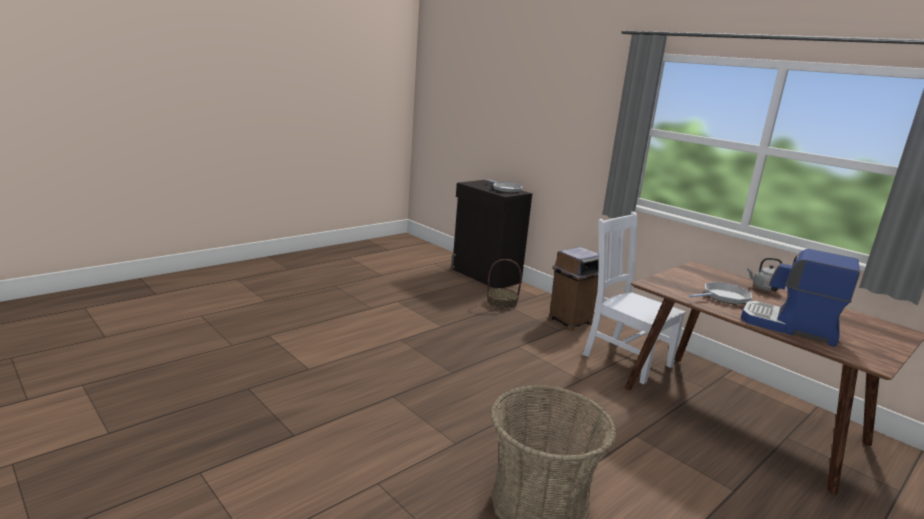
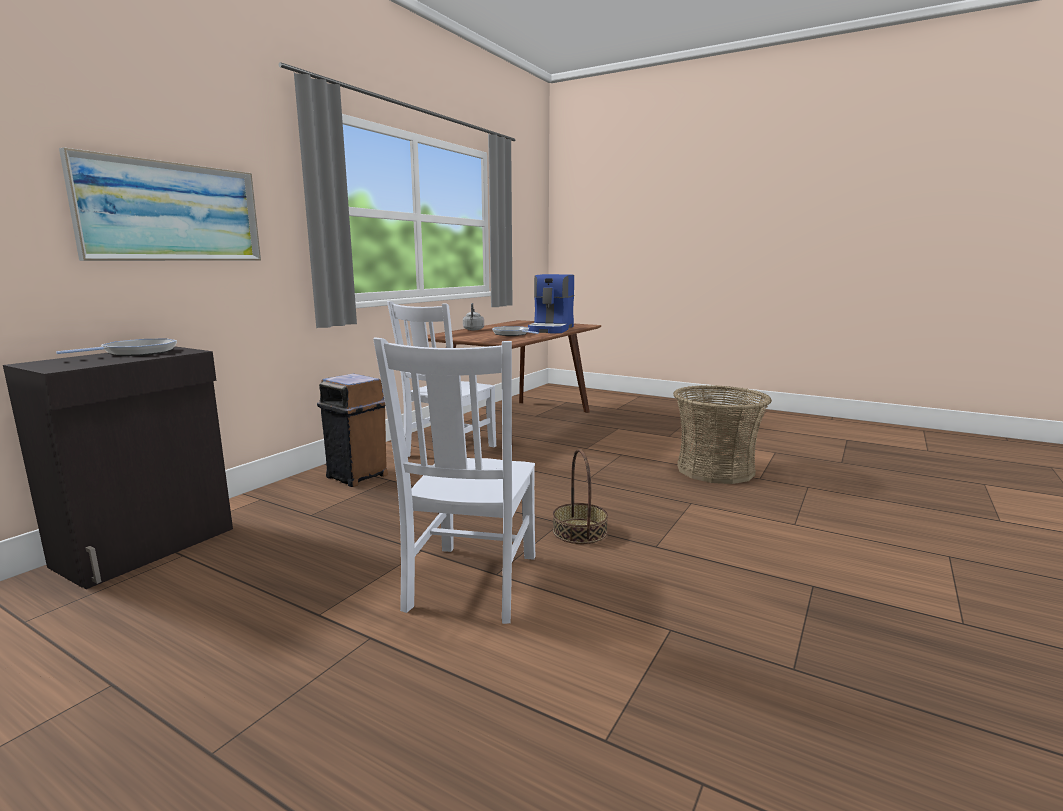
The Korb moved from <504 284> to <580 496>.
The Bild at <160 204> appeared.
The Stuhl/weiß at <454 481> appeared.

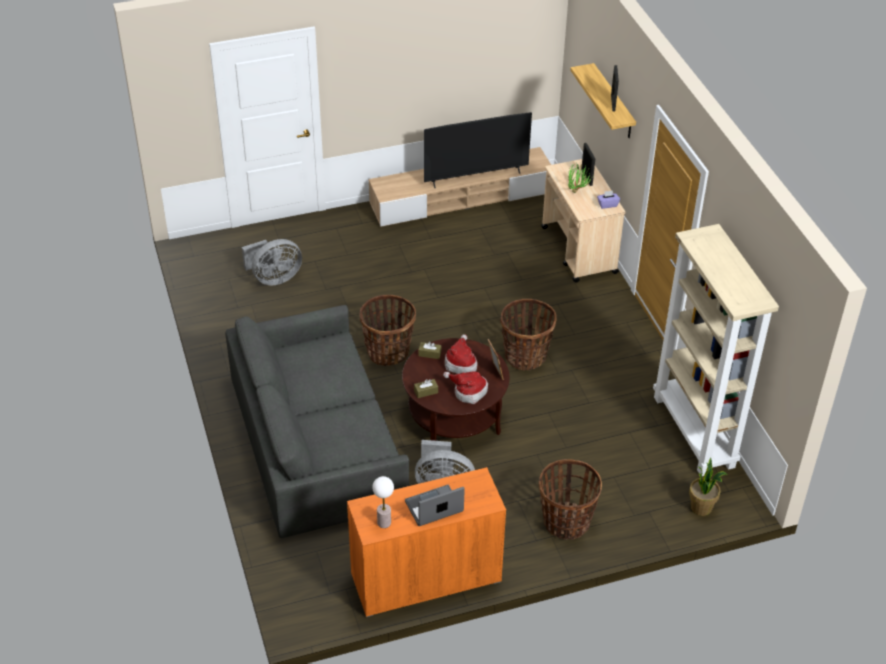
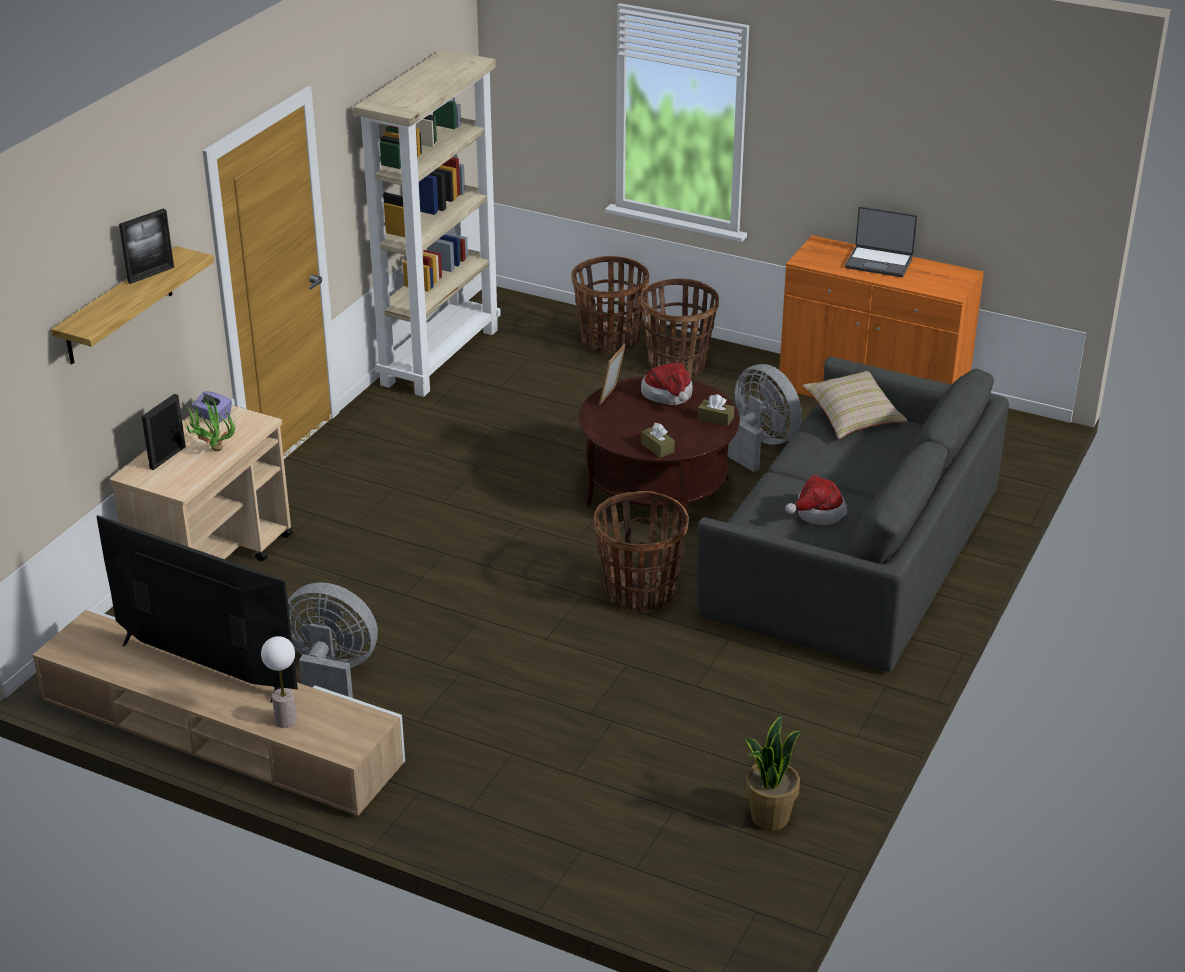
The Ventilator/grau moved from <272 262> to <333 640>.
The Tischlampe moved from <383 502> to <279 682>.
The Hut moved from <461 354> to <816 500>.
The Korb moved from <528 335> to <610 305>.
The Topfpflanze moved from <708 487> to <773 773>.
The Kissen/beige at <855 405> appeared.

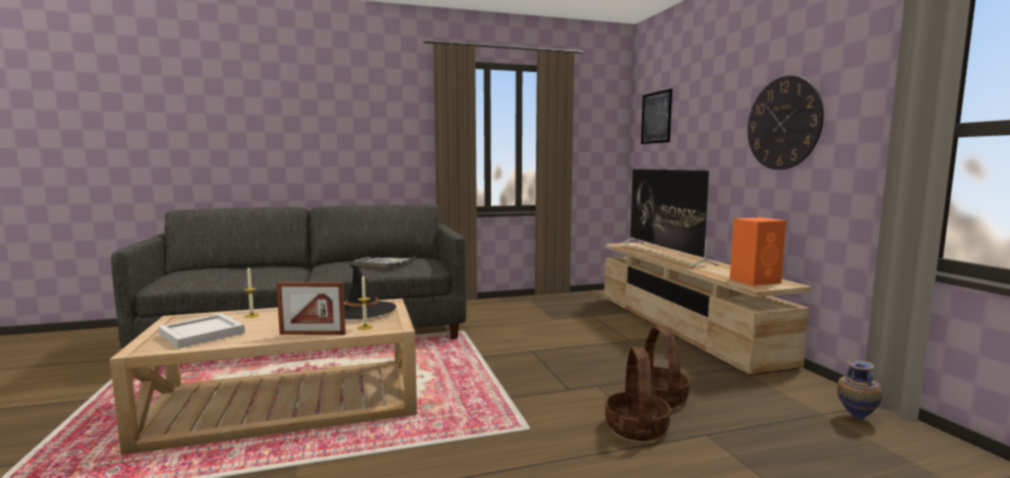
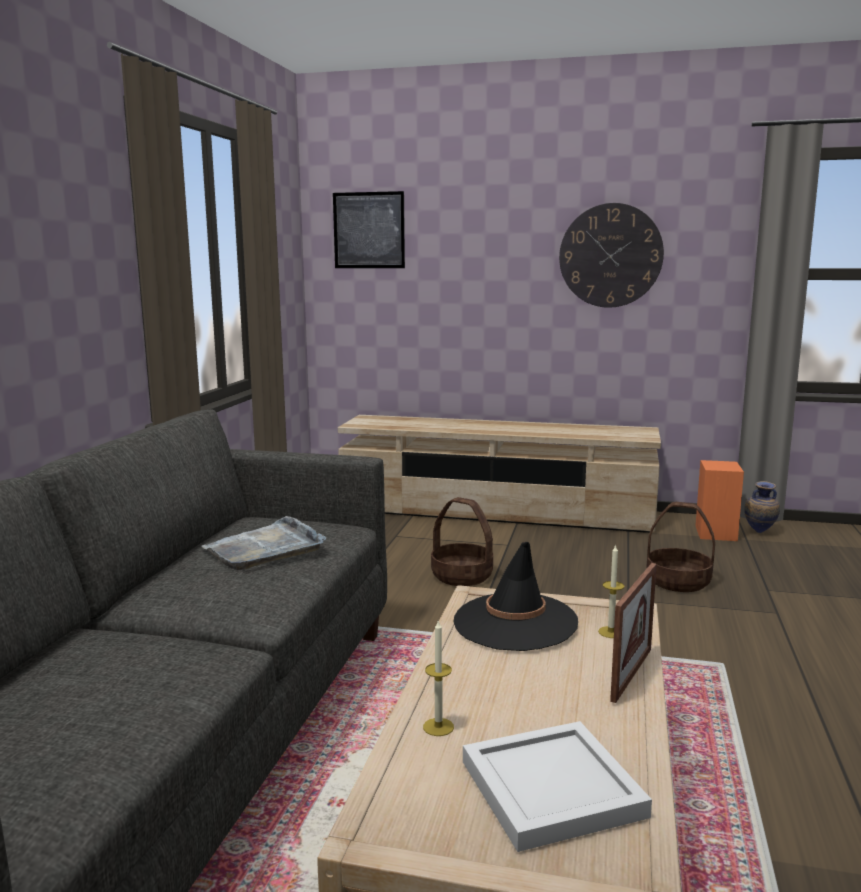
The Korb moved from <637 394> to <462 541>.
The Fernseher at <670 218> disappeared.
The Lautsprecher/orange moved from <758 251> to <719 500>.

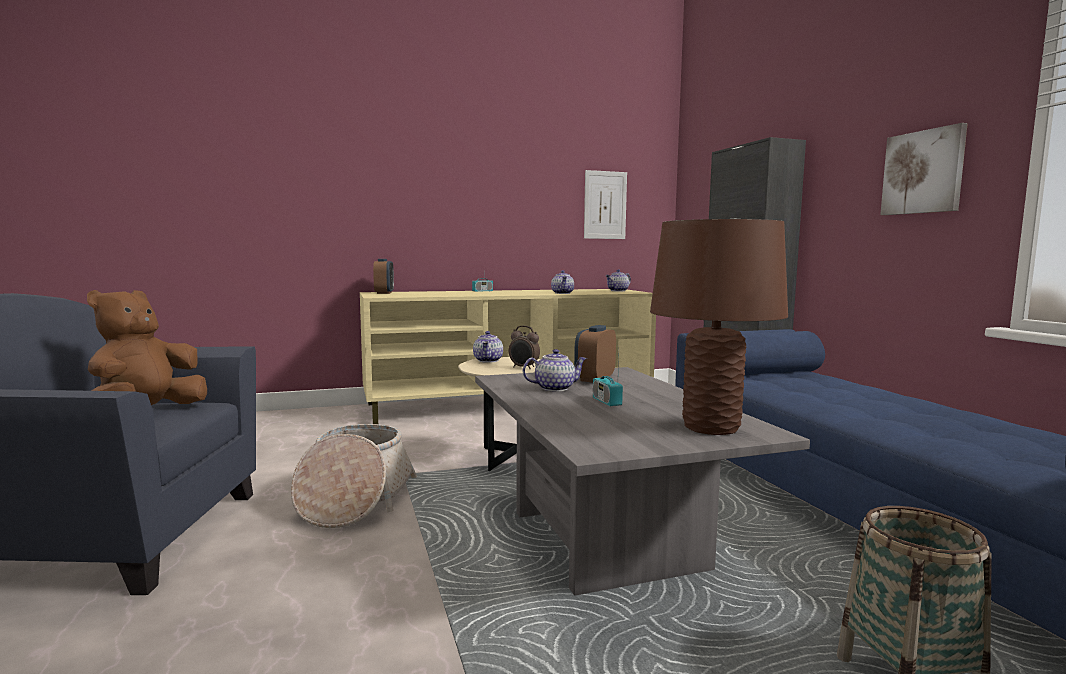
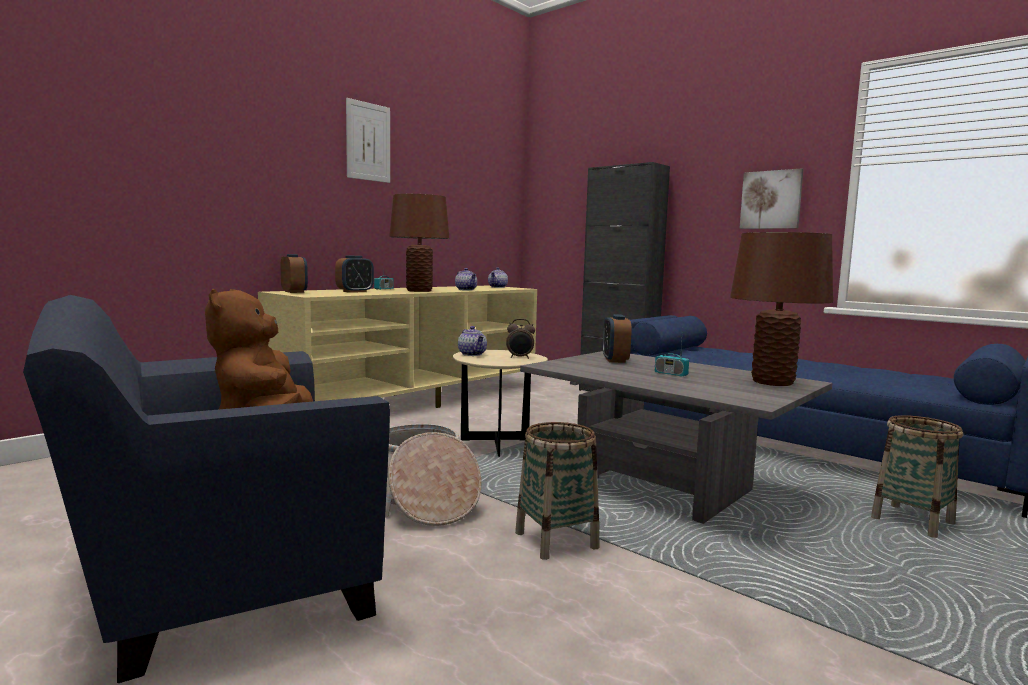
The Teekanne at <555 370> disappeared.
The Bild moved from <605 204> to <368 140>.
The Wecker at <354 274> appeared.
The Tischlampe/braun at <419 243> appeared.
The Korb at <557 491> appeared.

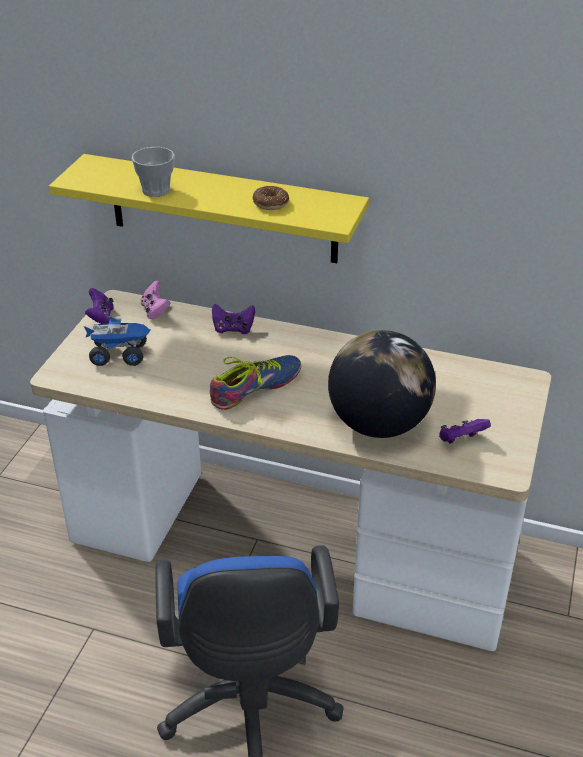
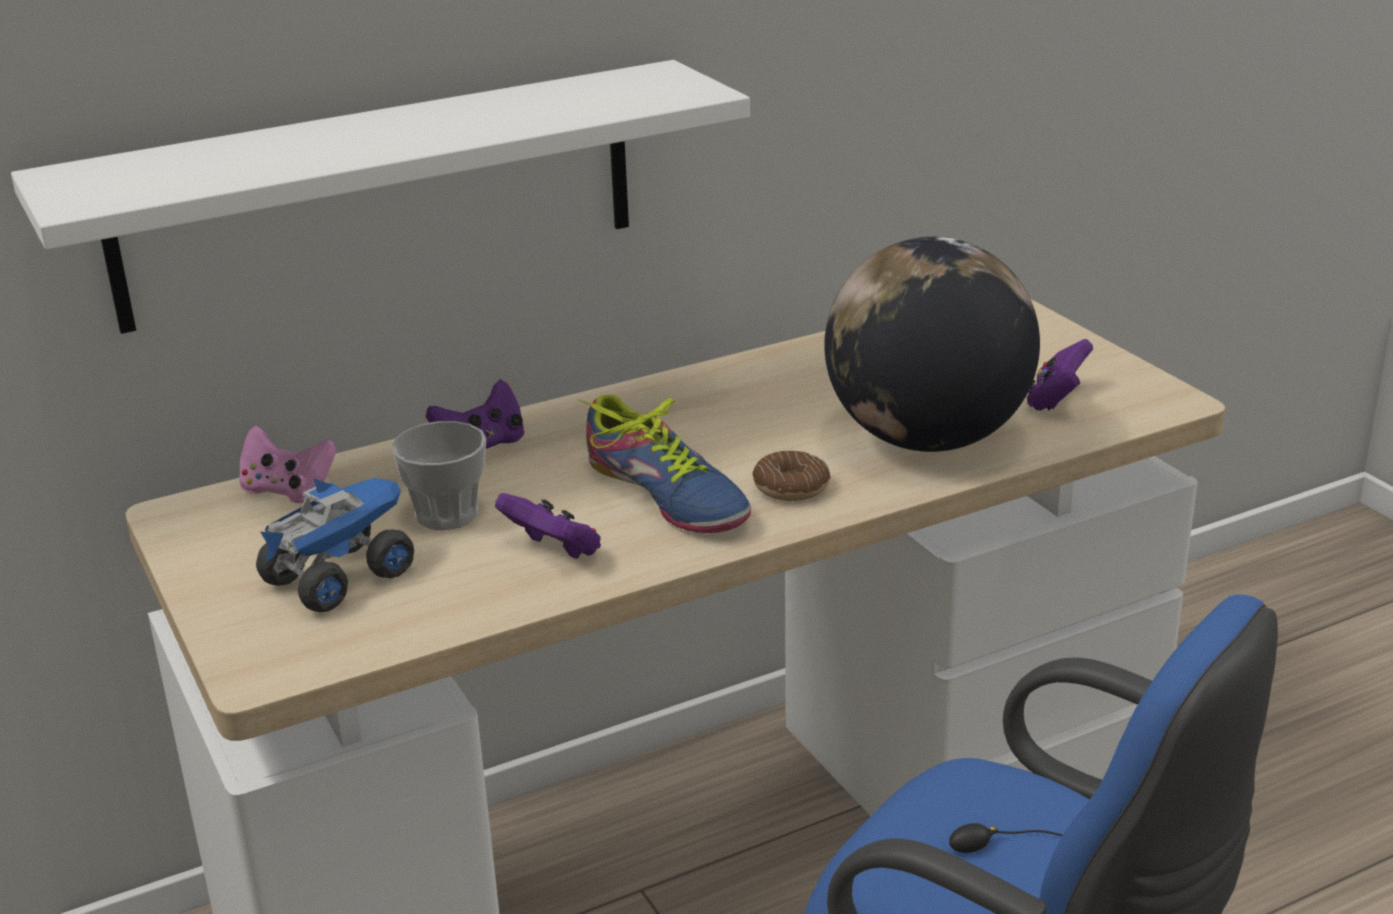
The Wandregal/gelb at <209 208> became the Wandregal/weiß at <380 197>.
The Gamepad/lila moved from <99 306> to <548 526>.
The Tasse moved from <153 172> to <438 475>.
The Schuh at <255 382> turned 135 degrees clockwise.
The Donut moved from <271 198> to <791 476>.

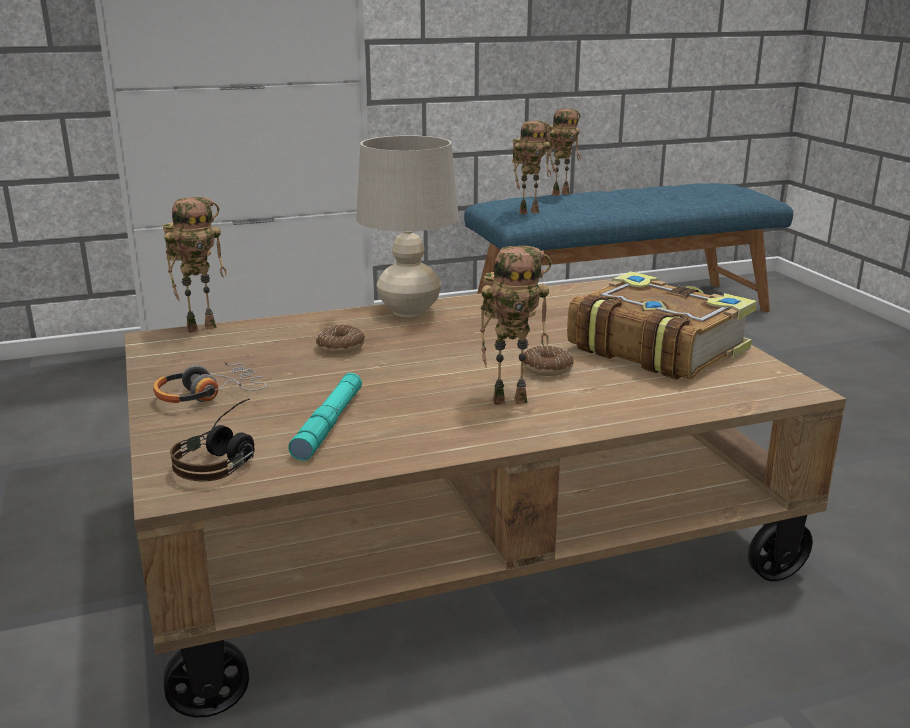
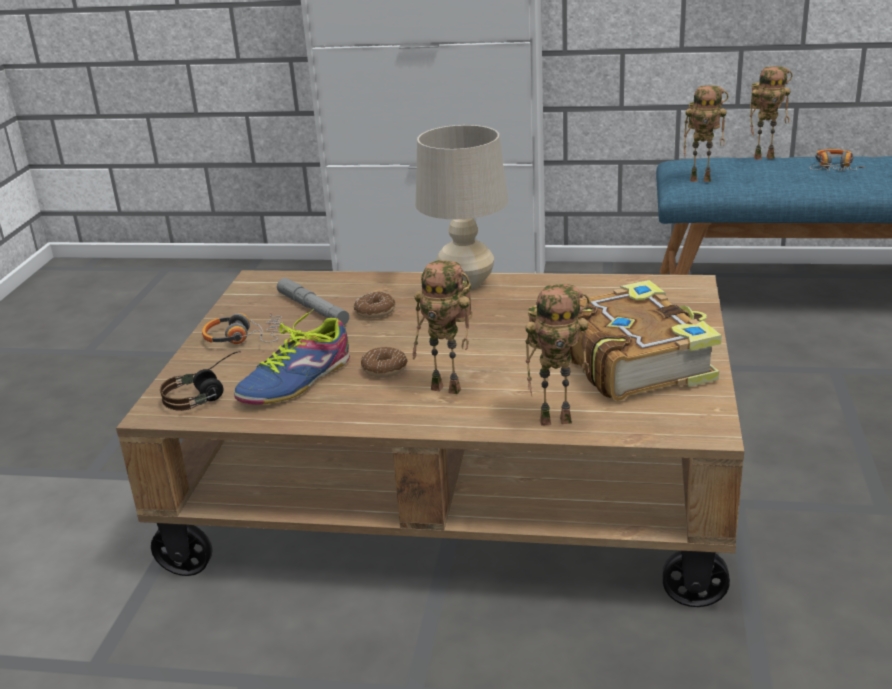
The Spielzeugroboter moved from <195 265> to <557 355>.
The Taschenlampe/türkis at <325 416> was replaced by the Schuh at <292 357>.
The Donut moved from <548 361> to <384 362>.
The Taschenlampe/grau at <313 301> appeared.
The Kopfhörer at <837 160> appeared.

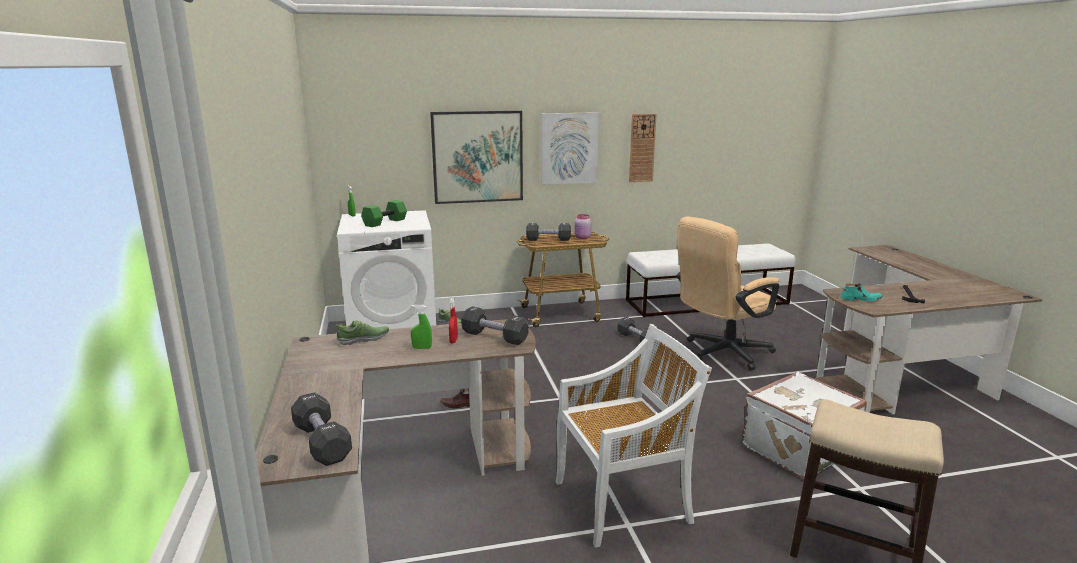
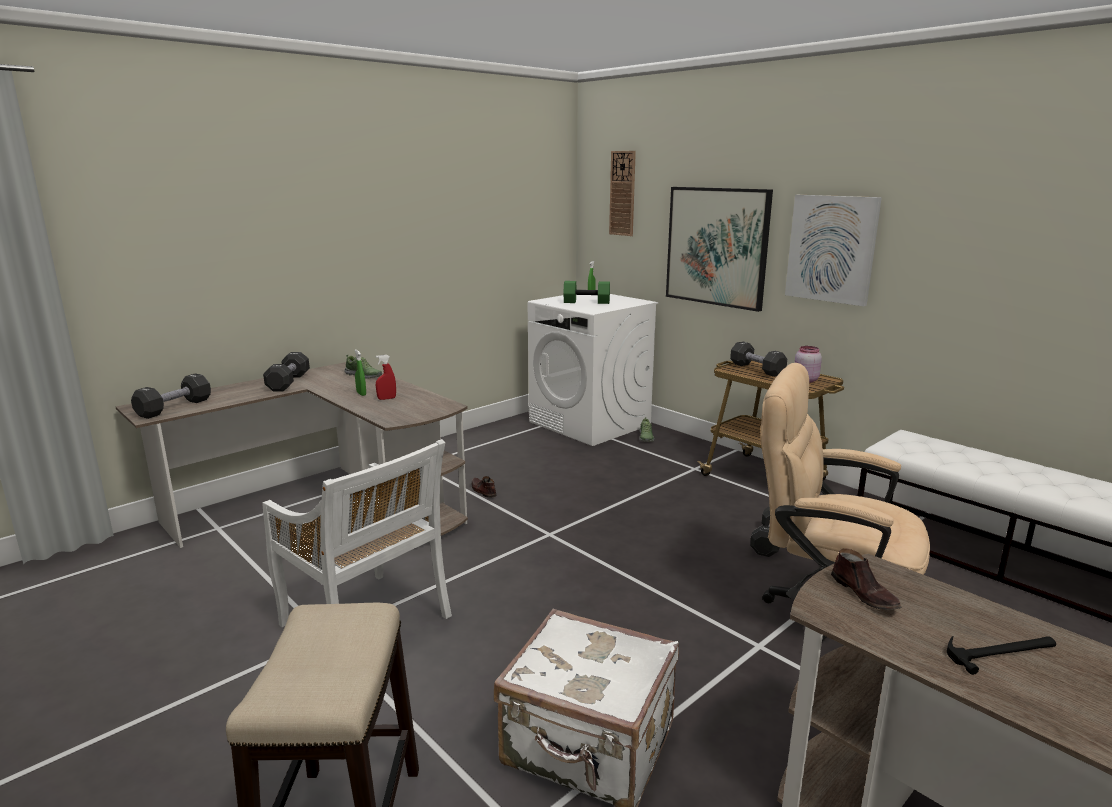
The Hantel/schwarz moved from <495 325> to <286 371>.
The Wanduhr moved from <643 148> to <622 193>.
The Schuh/türkis at <861 292> became the Schuh/braun at <866 579>.

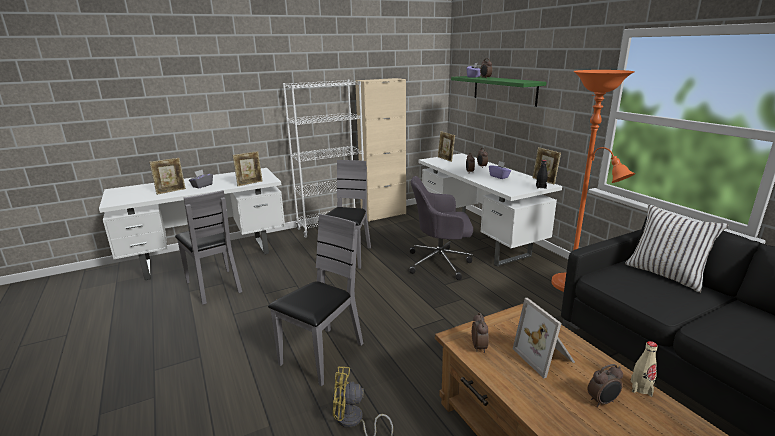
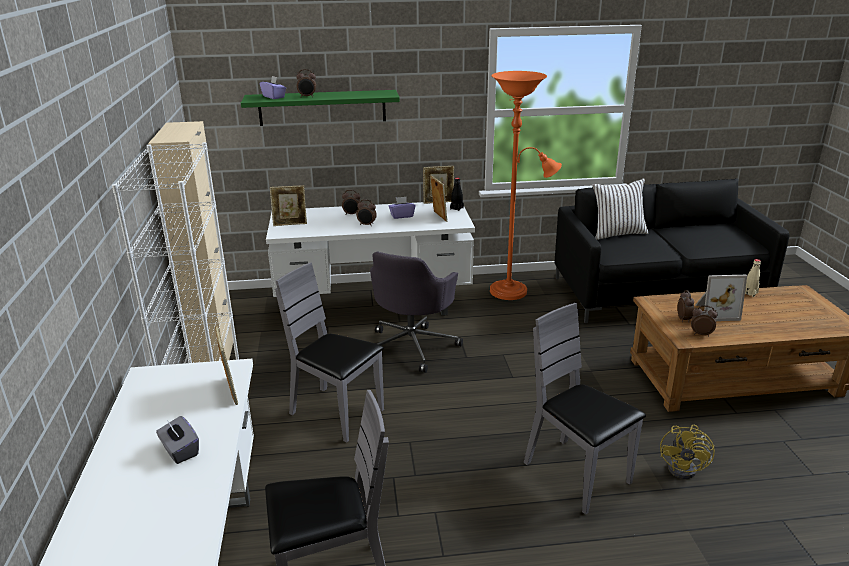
The Bilderrahmen moved from <168 176> to <439 199>.
The Wecker moved from <605 385> to <685 306>.

